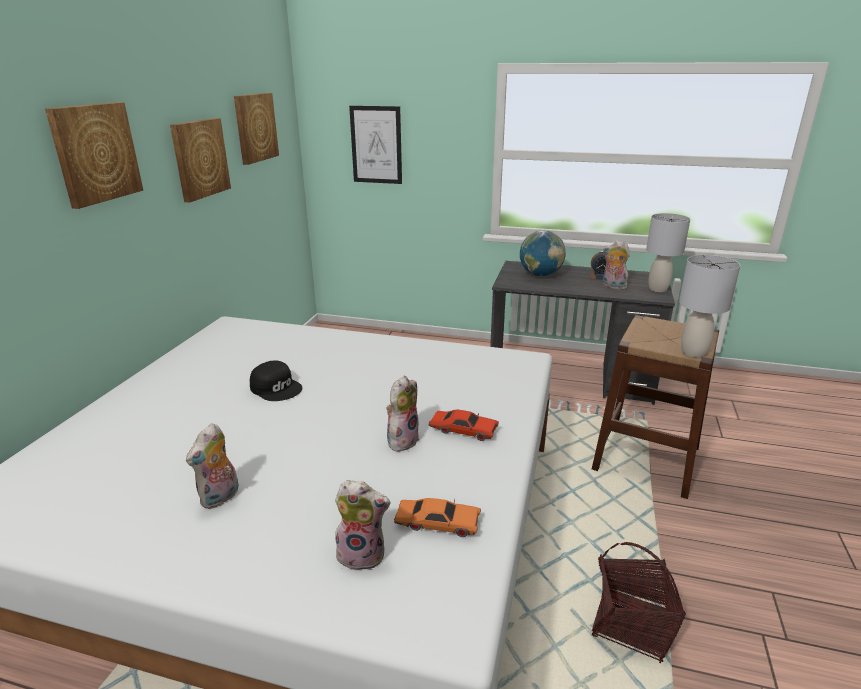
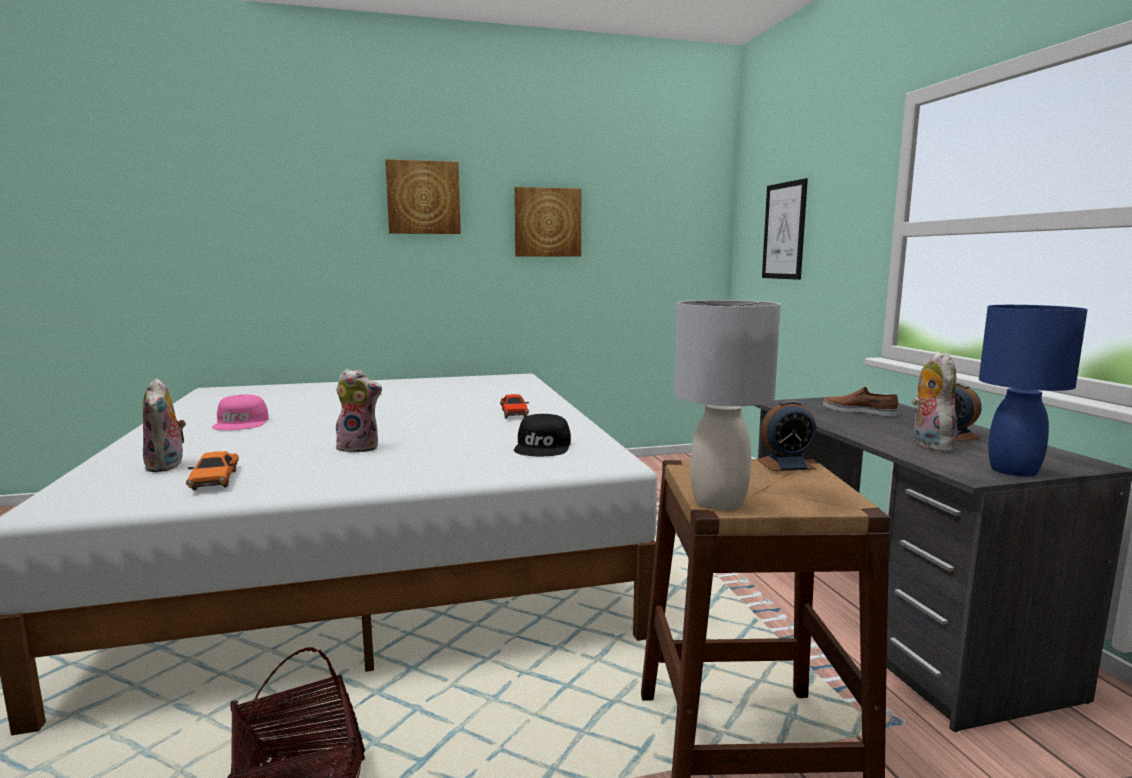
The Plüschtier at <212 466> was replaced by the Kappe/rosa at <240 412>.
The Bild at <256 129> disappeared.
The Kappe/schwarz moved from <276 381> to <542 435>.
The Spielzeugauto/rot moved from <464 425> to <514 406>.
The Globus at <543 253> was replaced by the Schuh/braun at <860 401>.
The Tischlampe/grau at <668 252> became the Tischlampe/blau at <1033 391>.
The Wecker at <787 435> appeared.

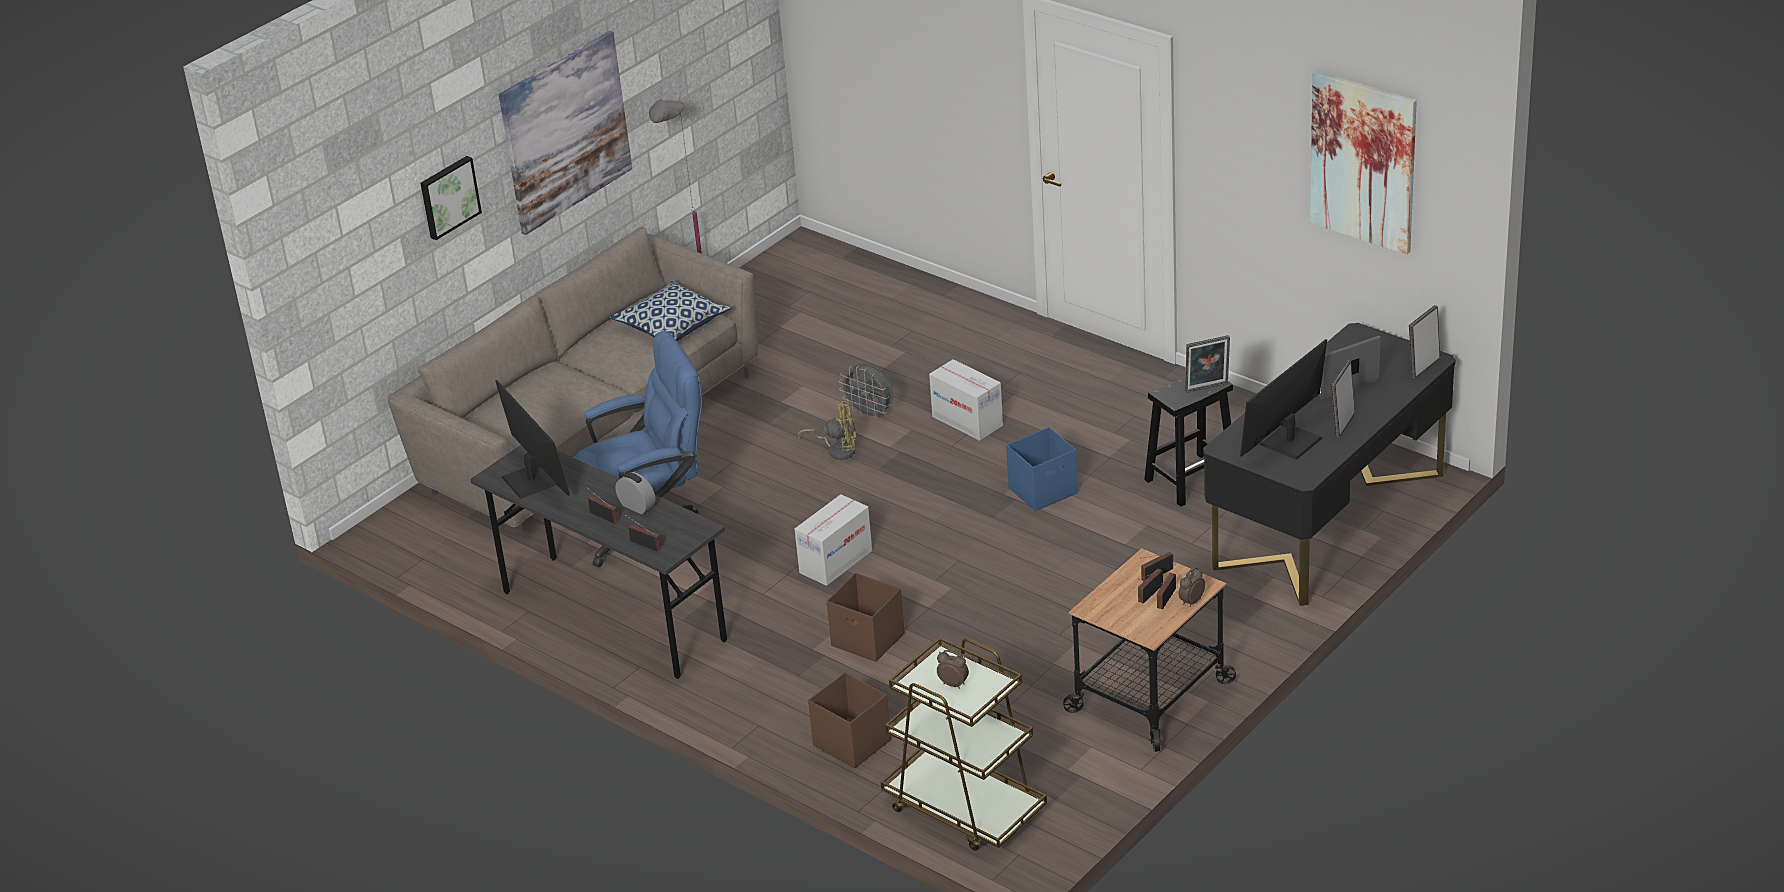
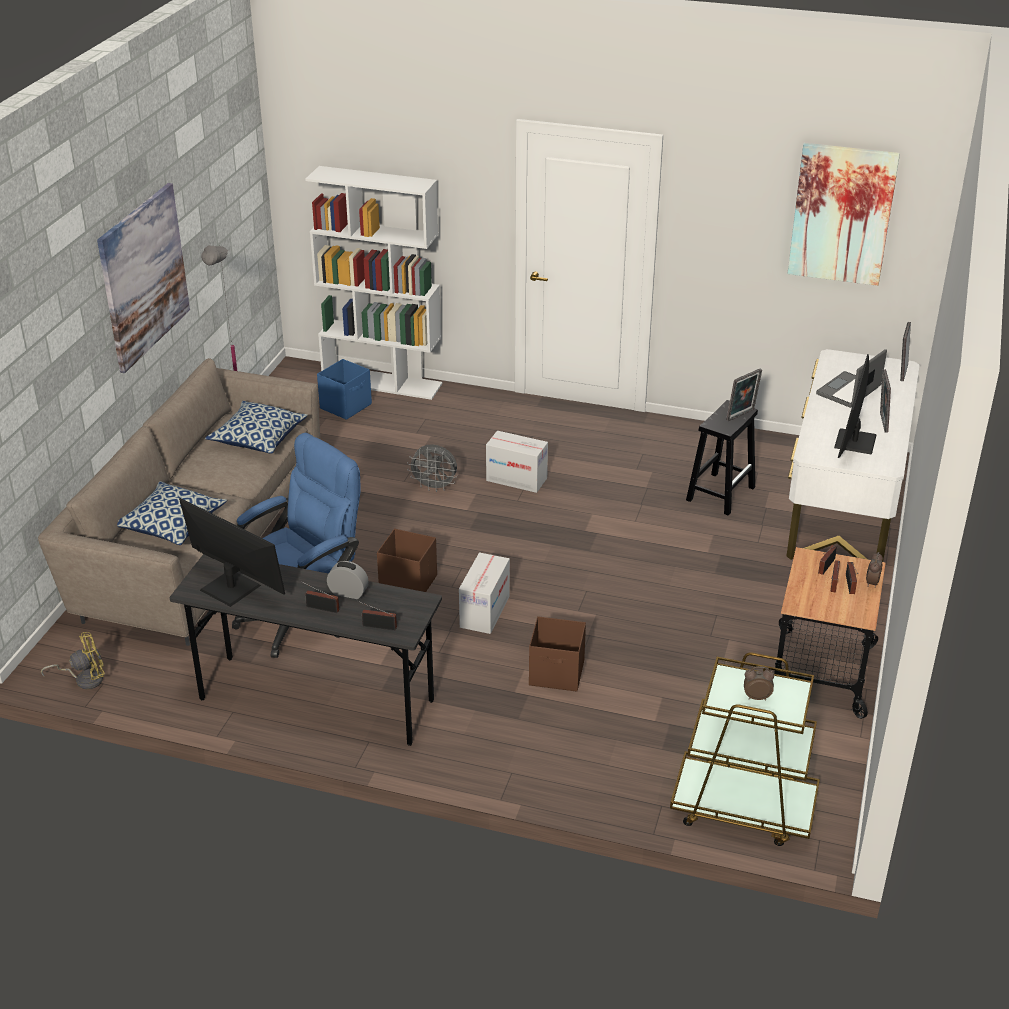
The Bild at <451 198> disappeared.
The Ventilator/gelb moved from <827 430> to <73 660>.
The Aufbewahrungsbox/braun moved from <849 720> to <407 560>.
The Aufbewahrungsbox/blau moved from <1042 469> to <344 389>.
The Schreibtisch/schwarz at <1329 464> became the Schreibtisch/weiß at <853 455>.
The Kissen at <172 513> appeared.
The Bücherregal/weiß at <374 283> appeared.

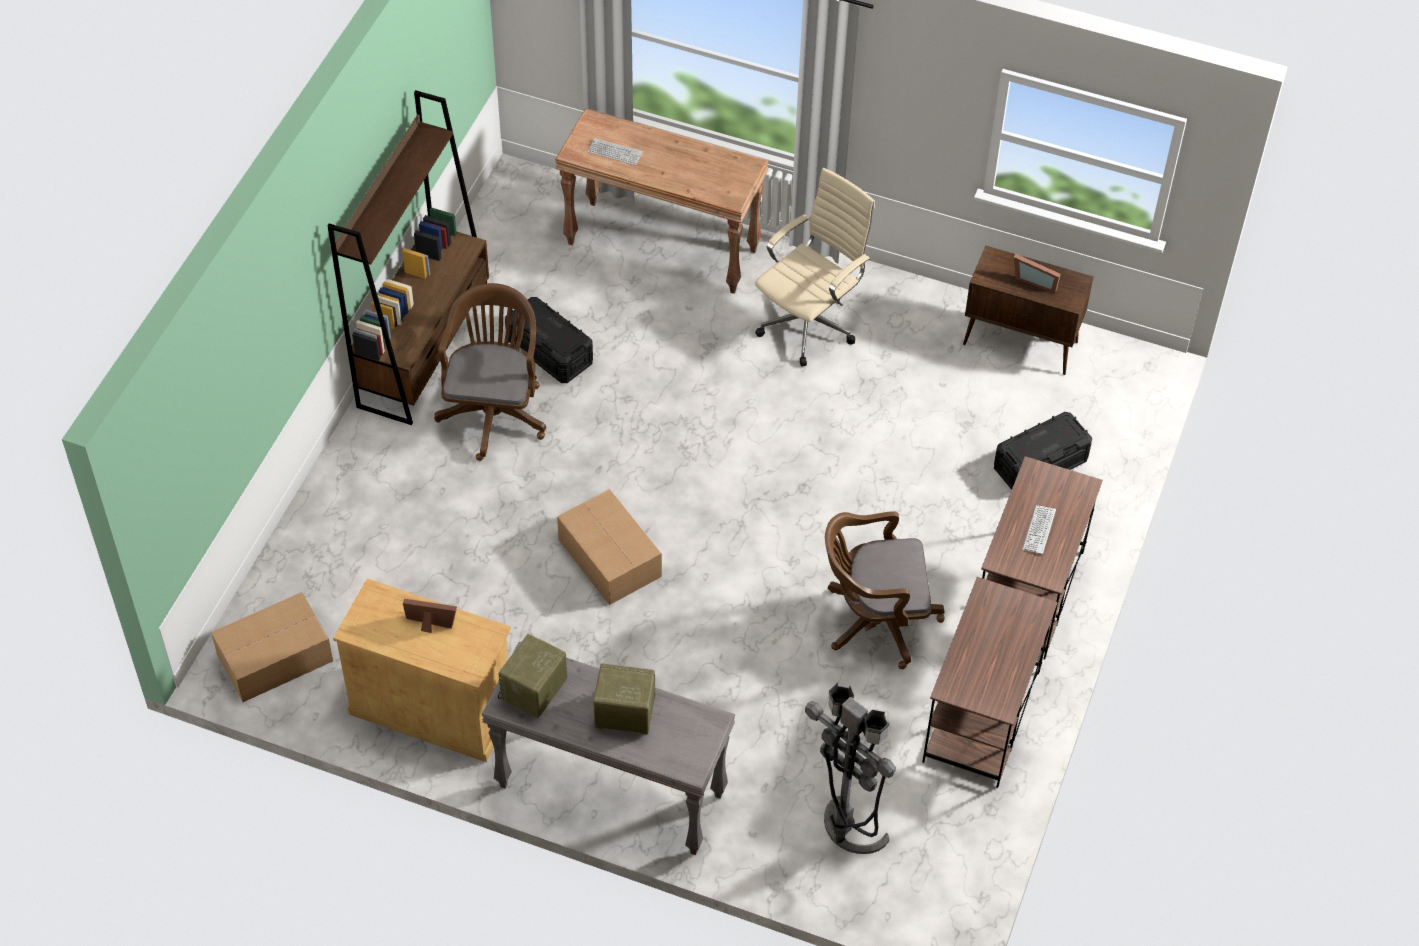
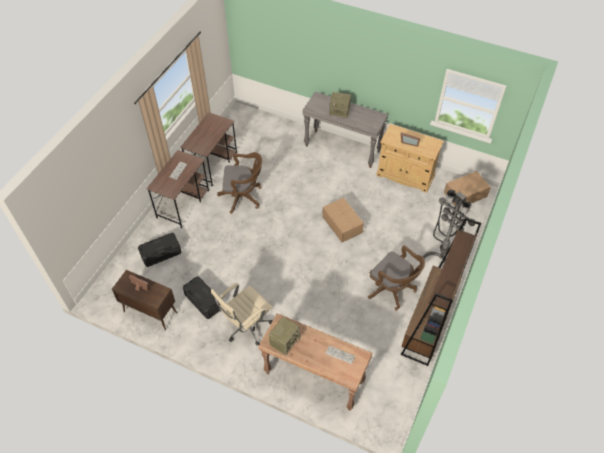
The Bürostuhl/braun at <490 372> turned 60 degrees counterclockwise.
The Radio moved from <532 676> to <285 336>.
The Aufbewahrungsbox/schwarz moved from <549 340> to <201 297>.
The Stehlampe/grau moved from <850 768> to <449 226>.

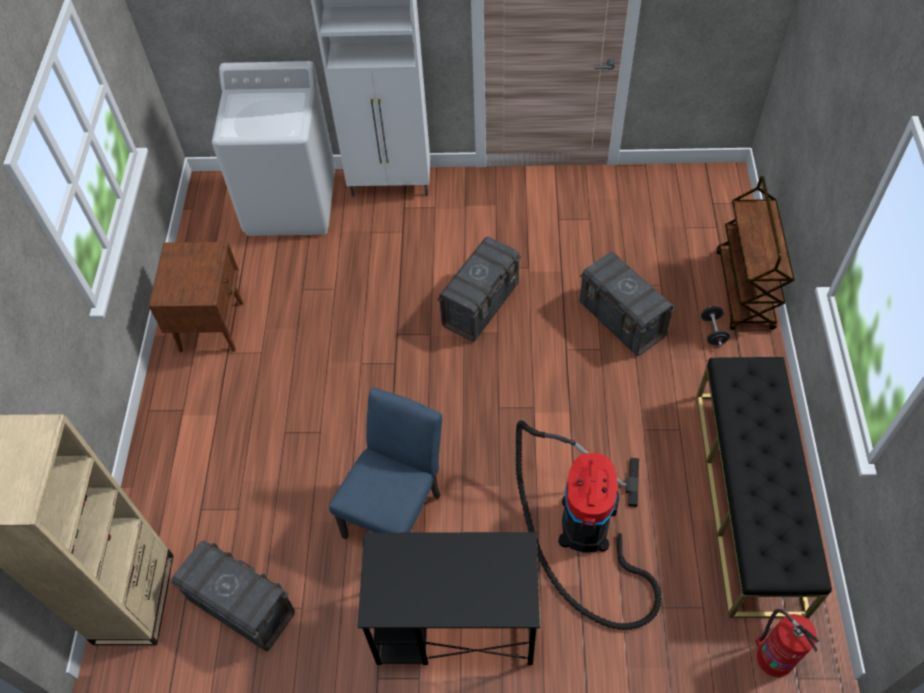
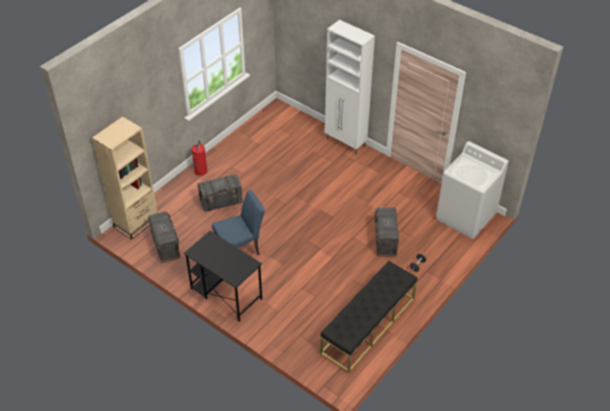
The Nachttisch/braun at <196 297> disappeared.
The Waschmaschine/weiß moved from <273 148> to <472 190>.
The Aufbewahrungsbox/grau moved from <479 289> to <220 193>.
The Staubsauger at <588 525> disappeared.
The Rollwagen/braun at <755 253> disappeared.
The Feuerlöscher moved from <787 643> to <200 158>.

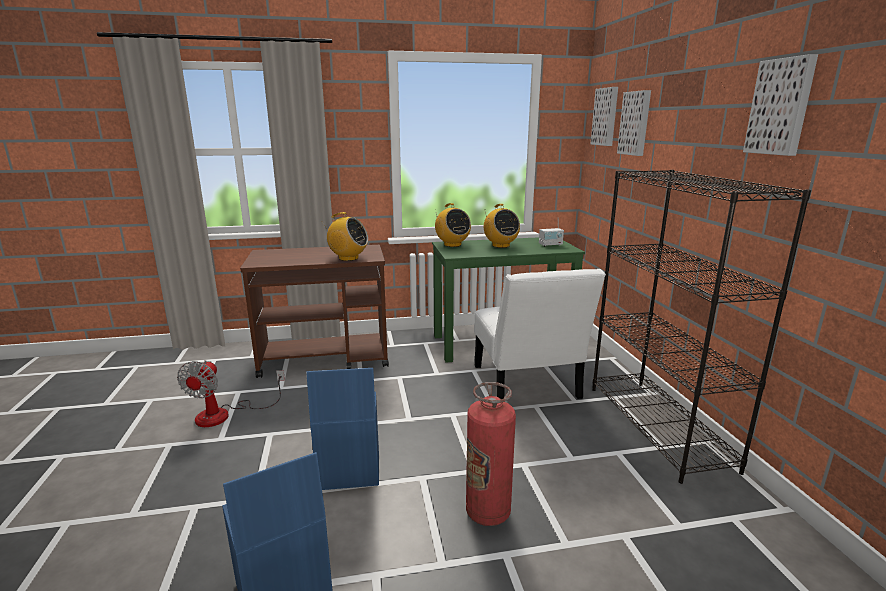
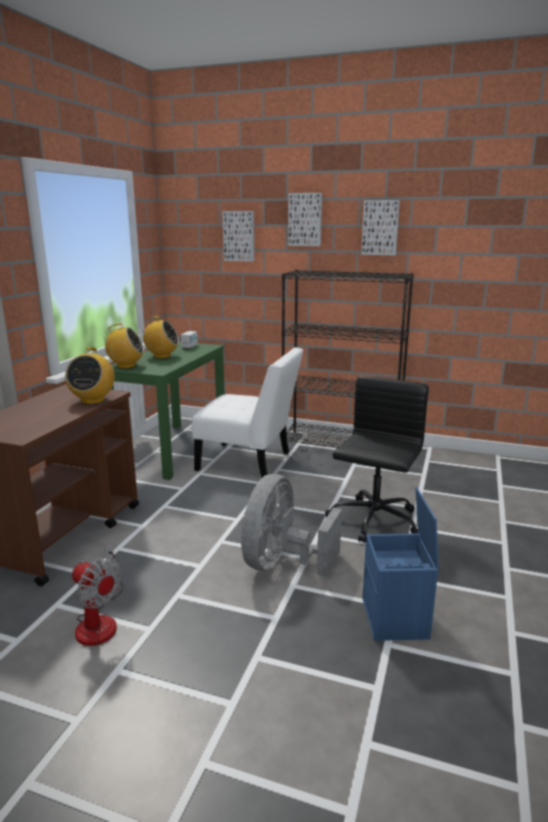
The Aufbewahrungsbox/blau at <342 429> was replaced by the Ventilator/grau at <291 525>.
The Radio at <345 236> turned 135 degrees clockwise.
The Feuerlöscher at <491 454> was replaced by the Bürostuhl/schwarz at <377 459>.
The Bild moved from <604 116> to <305 219>.

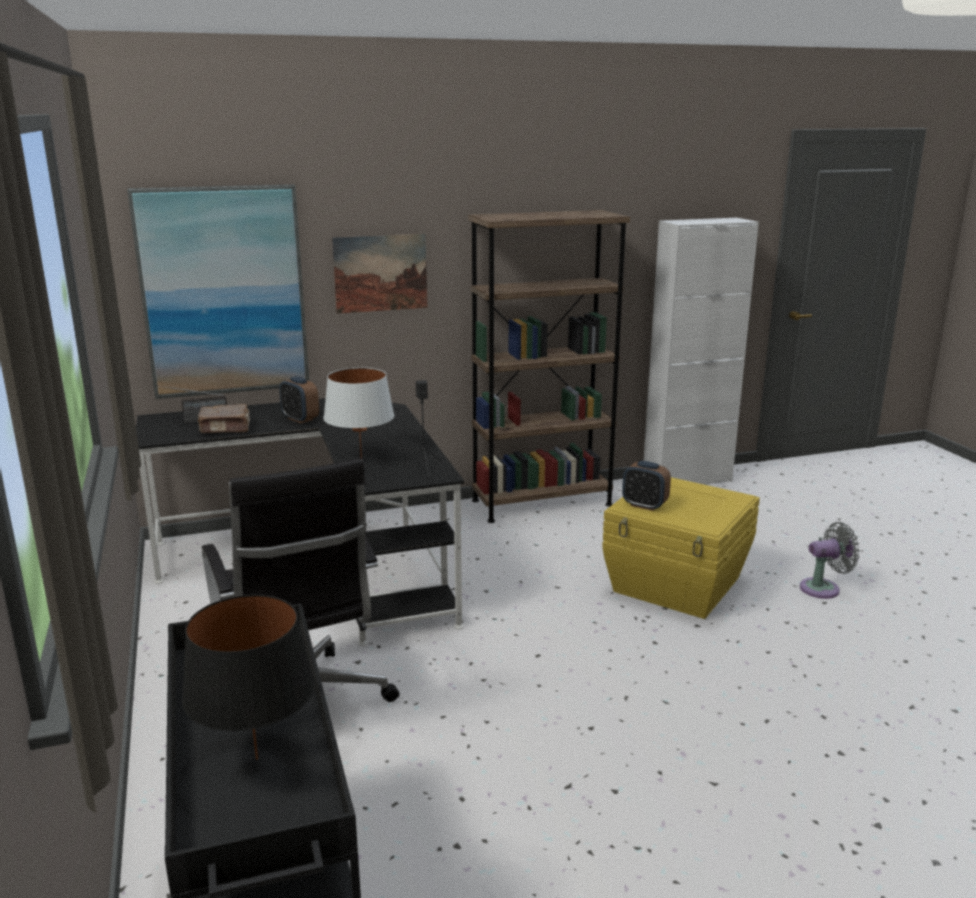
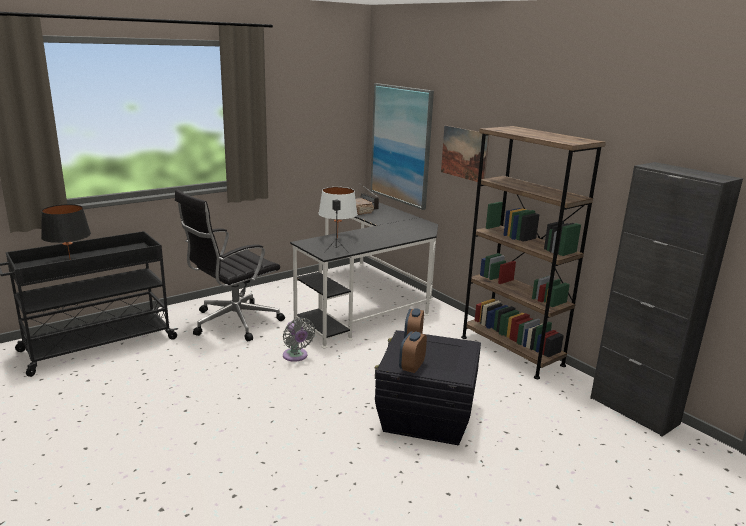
The Wecker moved from <299 399> to <413 352>.
The Aufbewahrungsbox/gelb at <681 548> became the Aufbewahrungsbox/schwarz at <428 387>.
The Schrank/weiß at <701 351> became the Schrank/schwarz at <666 299>.
The Ventilator/grau moved from <830 560> to <299 340>.

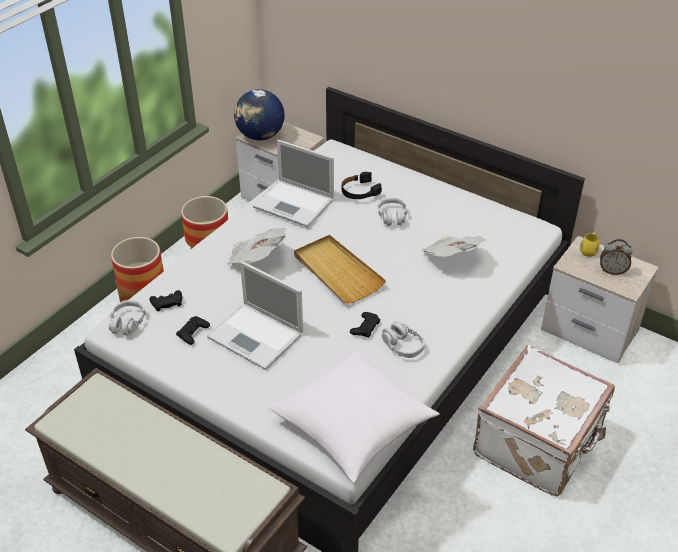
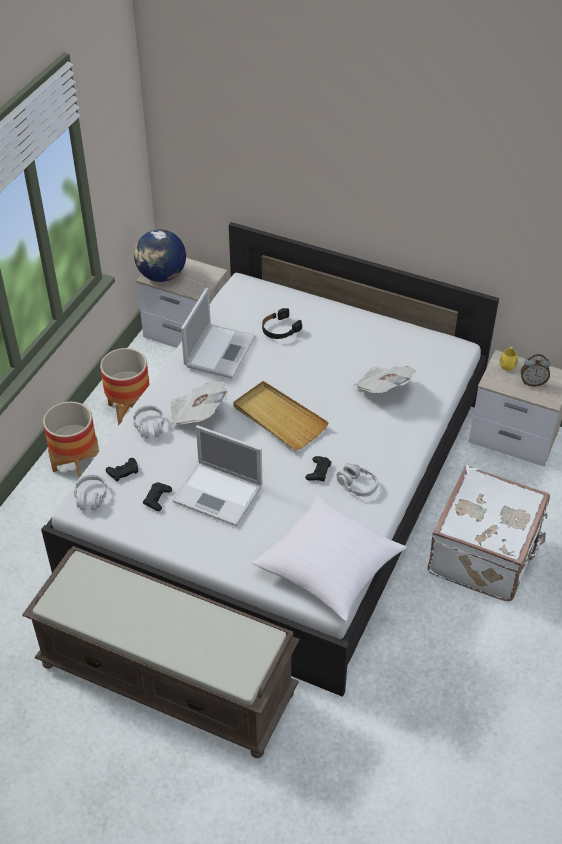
The Laptop at <293 183> turned 90 degrees counterclockwise.
The Kopfhörer/grau moved from <393 212> to <149 422>.

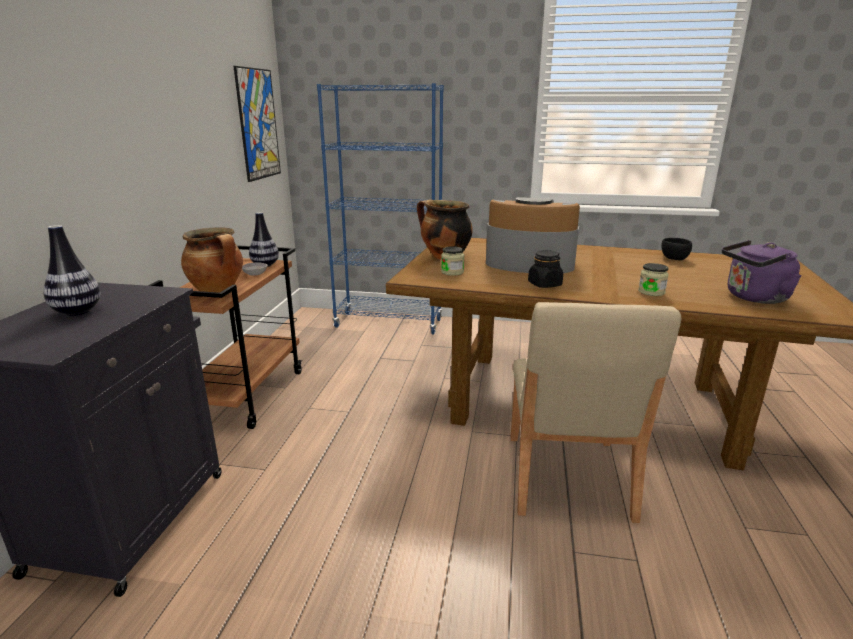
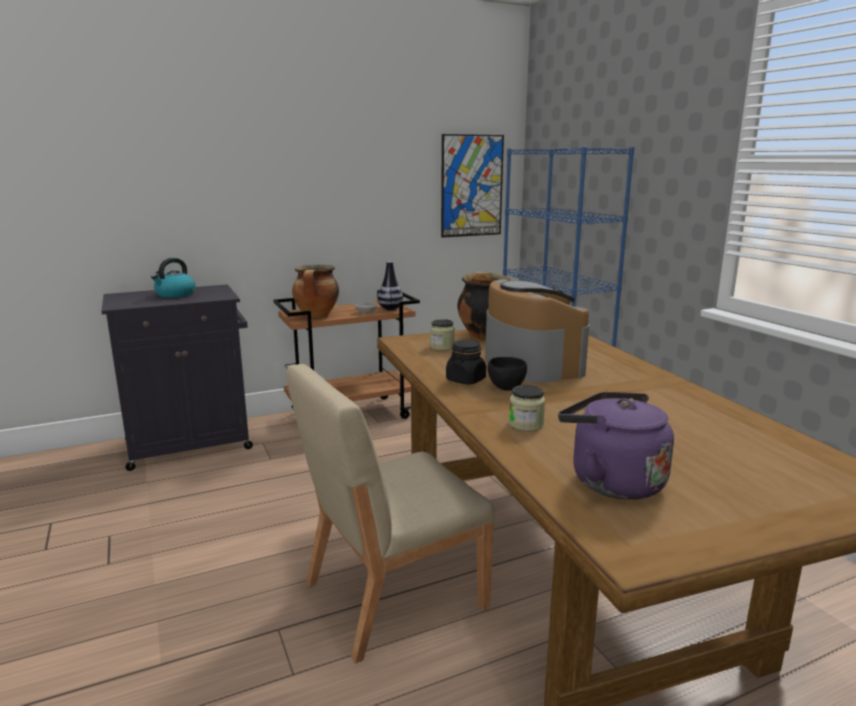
The Vase at <71 270> was replaced by the Wasserkessel at <173 278>.
The Schüssel/schwarz moved from <676 249> to <507 374>.

